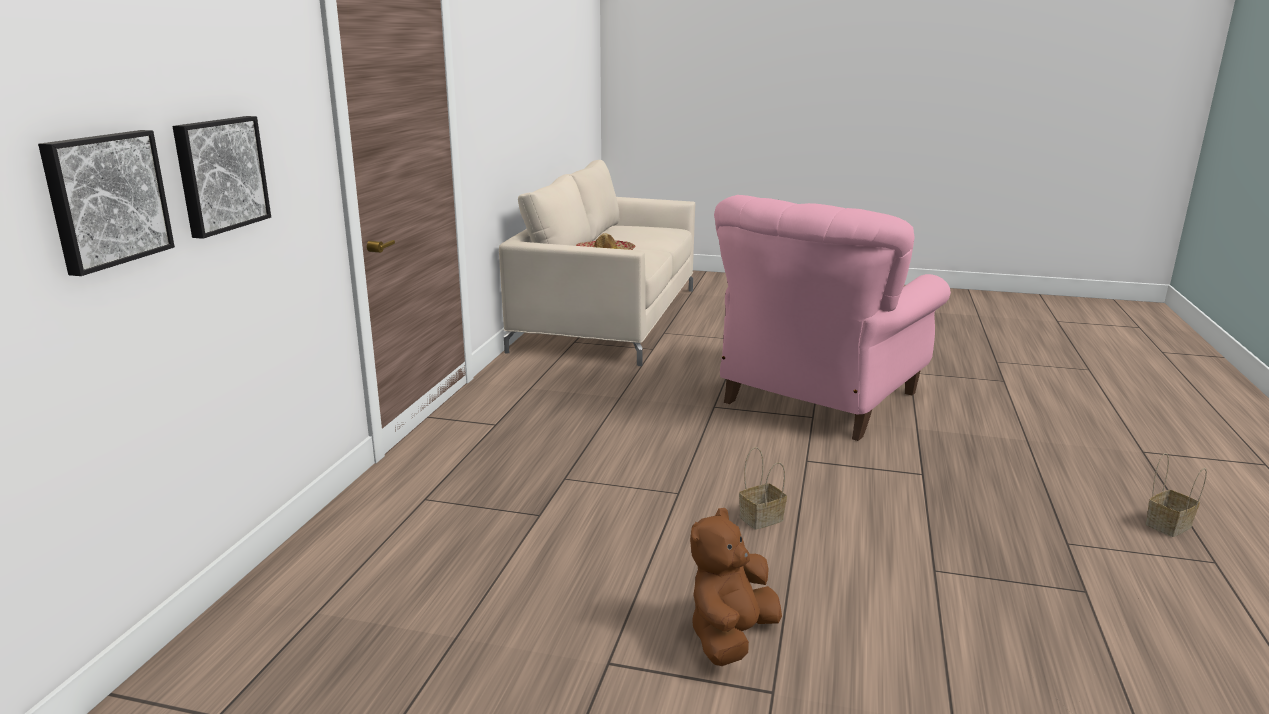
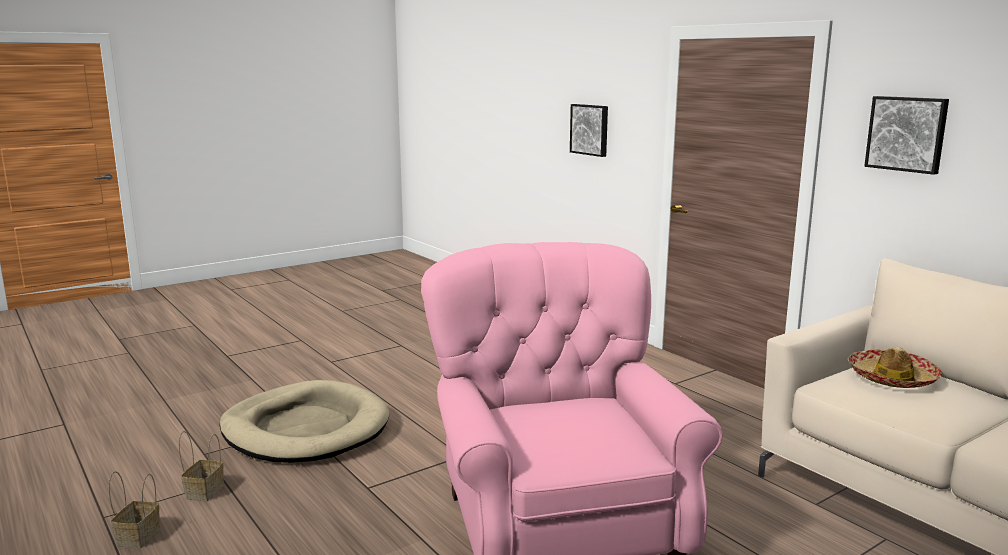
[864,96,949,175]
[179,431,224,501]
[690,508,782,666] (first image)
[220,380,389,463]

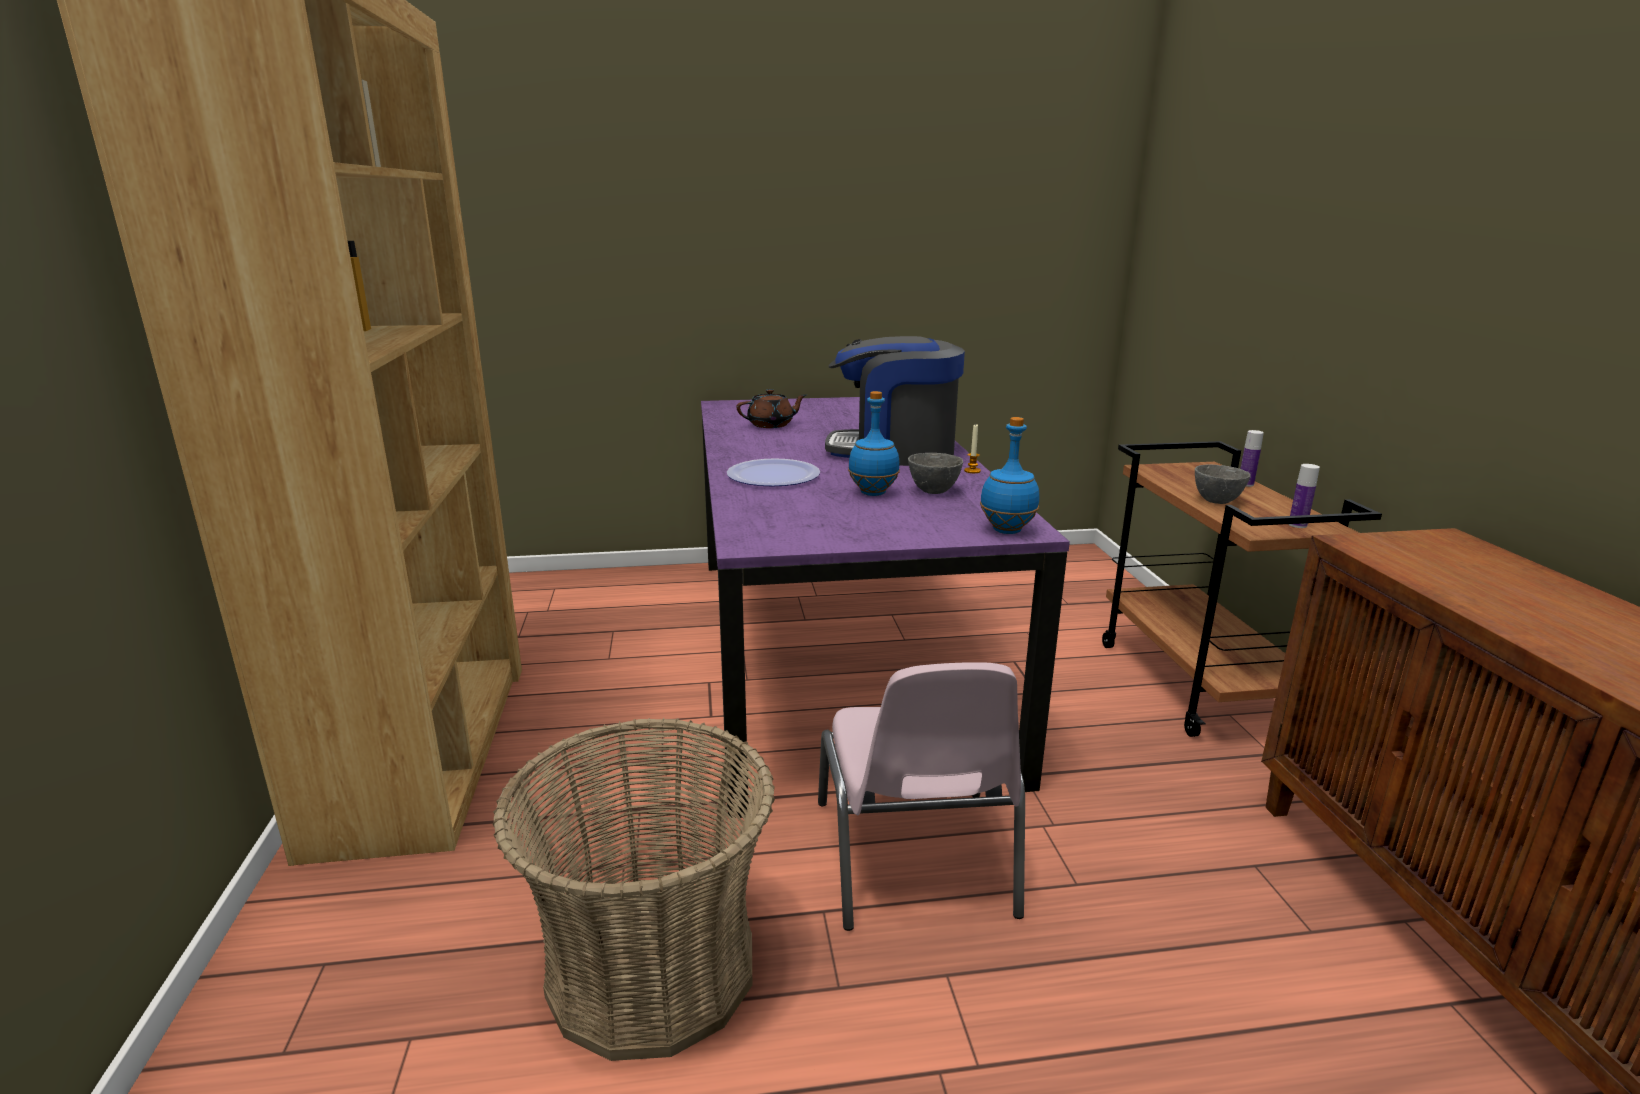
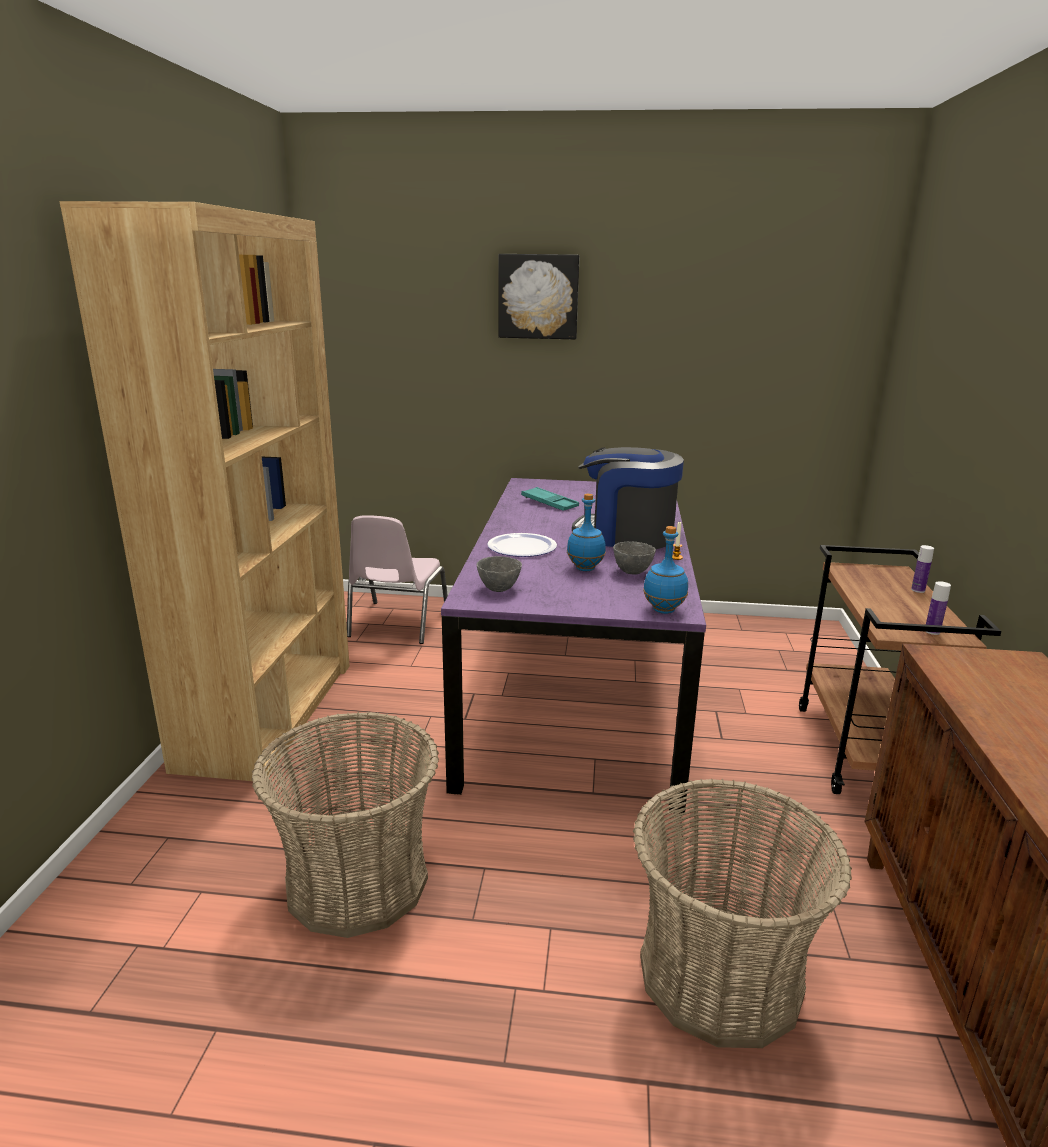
[521,487,579,511]
[477,556,522,592]
[347,515,448,644]
[498,254,580,340]
[633,779,852,1048]

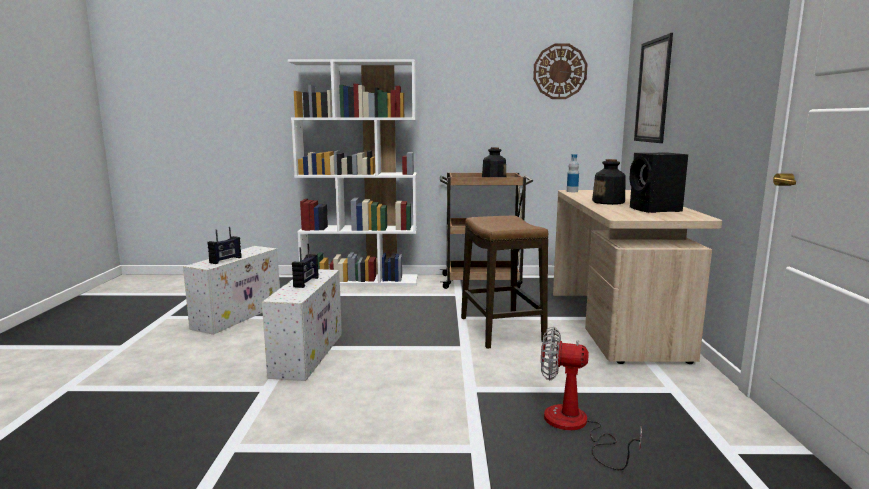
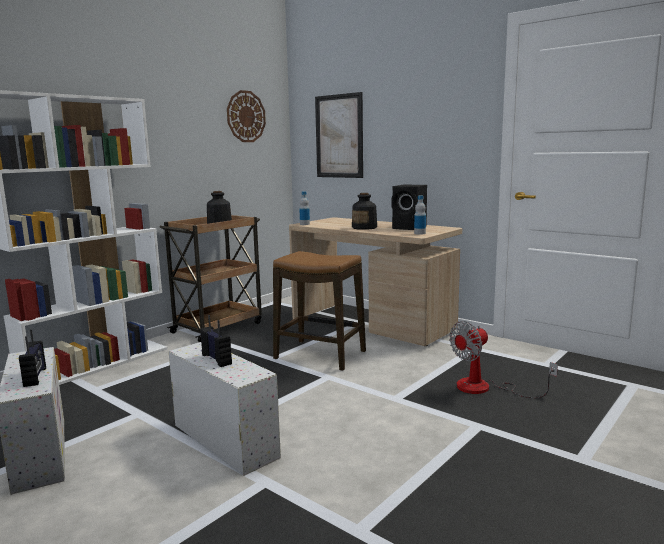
[414,196,426,235]

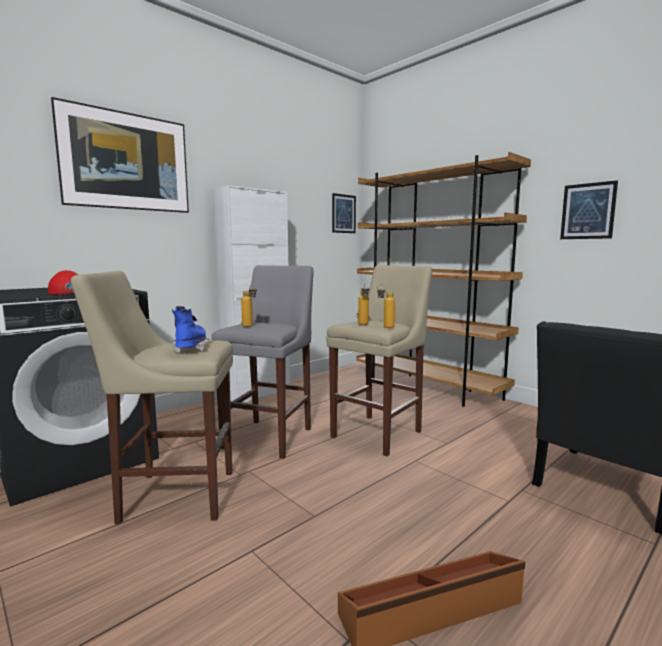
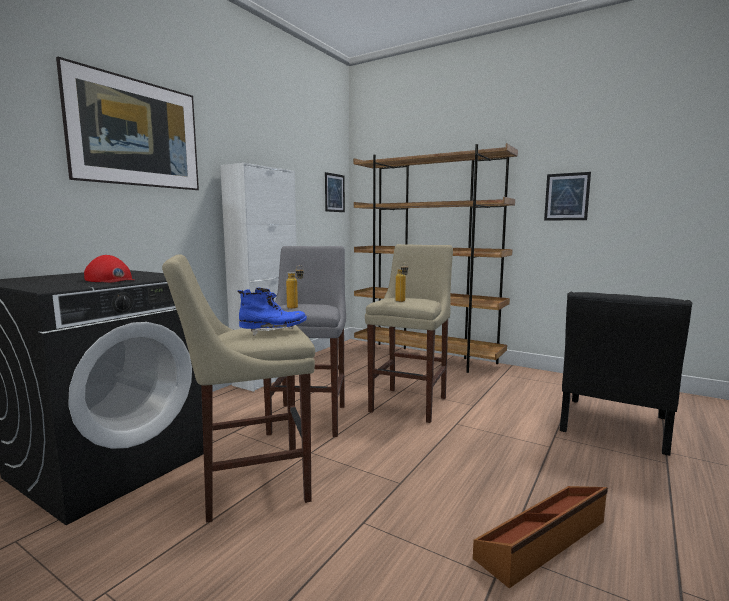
[377,284,395,328] (first image)
[237,287,307,336]

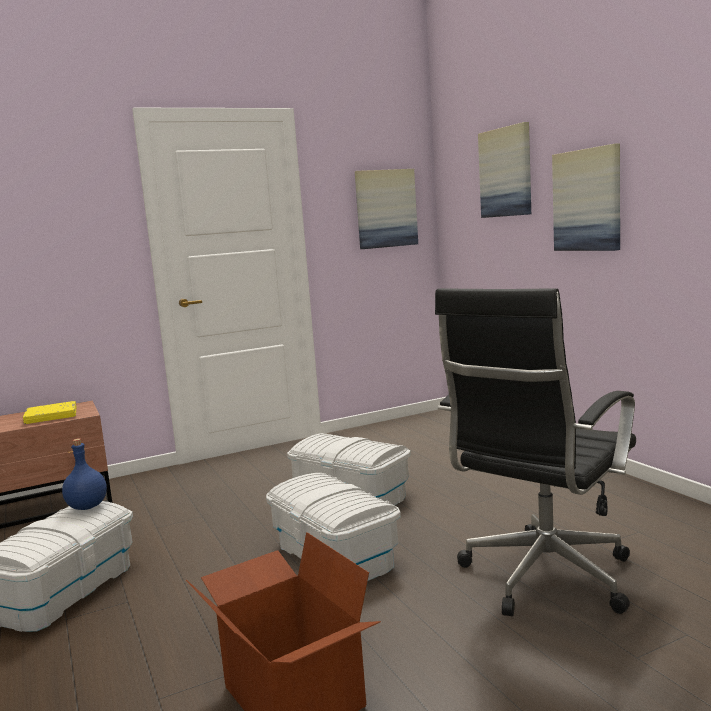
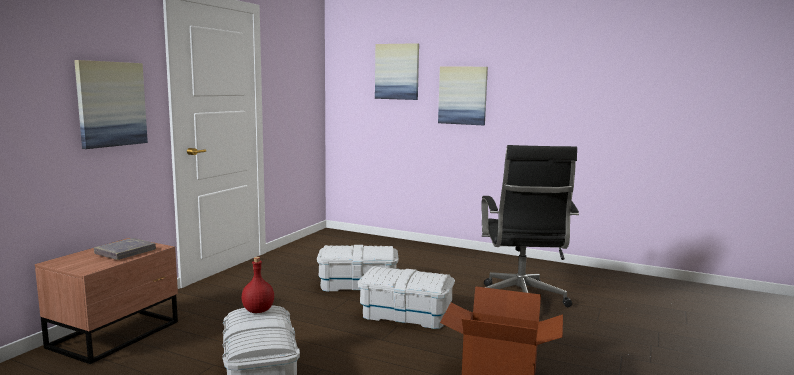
[74,60,148,149]
[94,238,156,260]
[241,257,274,313]

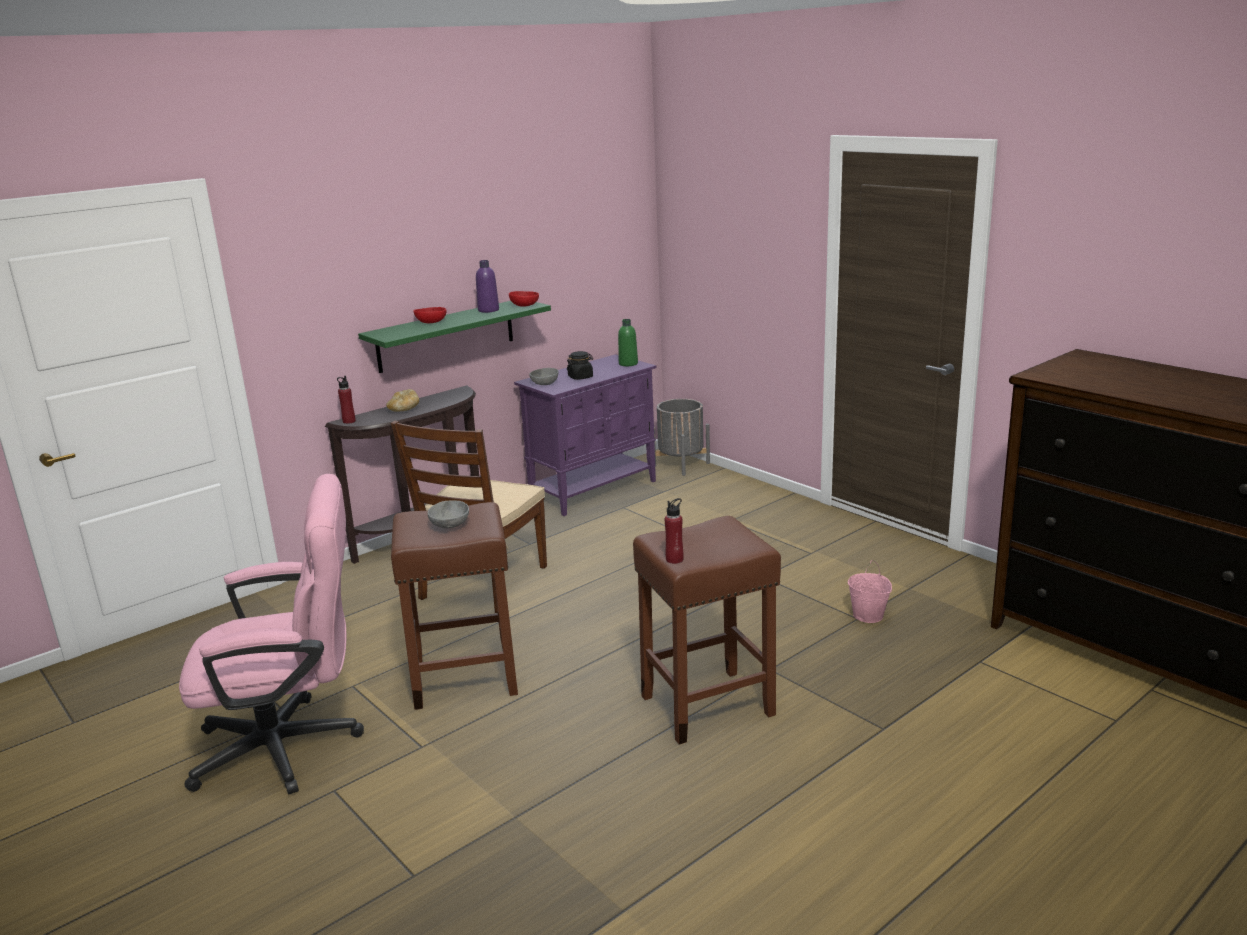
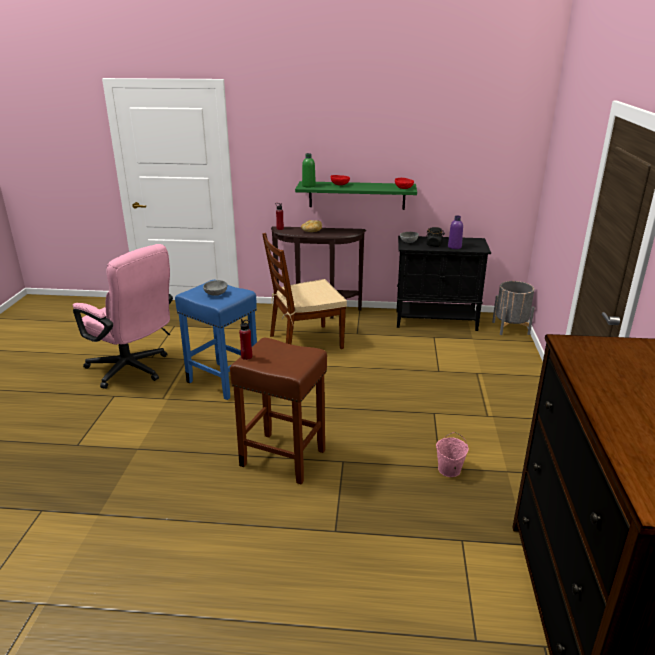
[448,215,463,249]
[302,153,316,188]
[397,236,491,331]
[175,280,257,400]

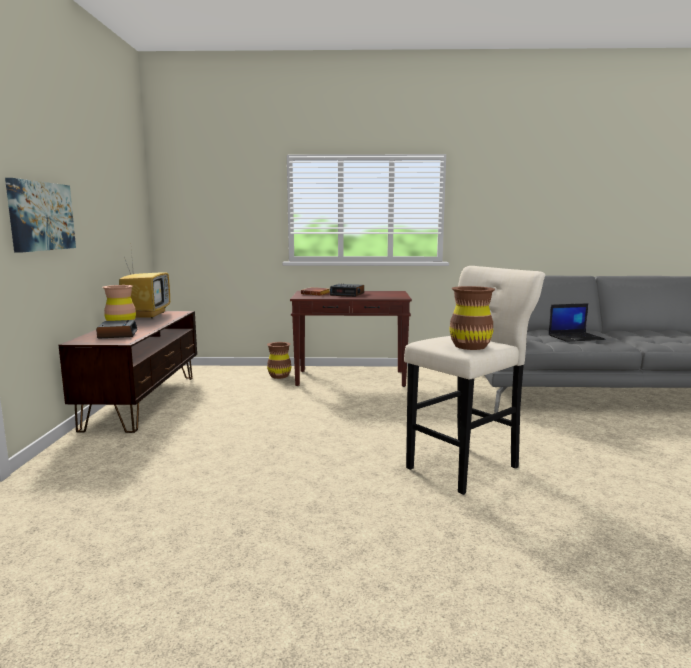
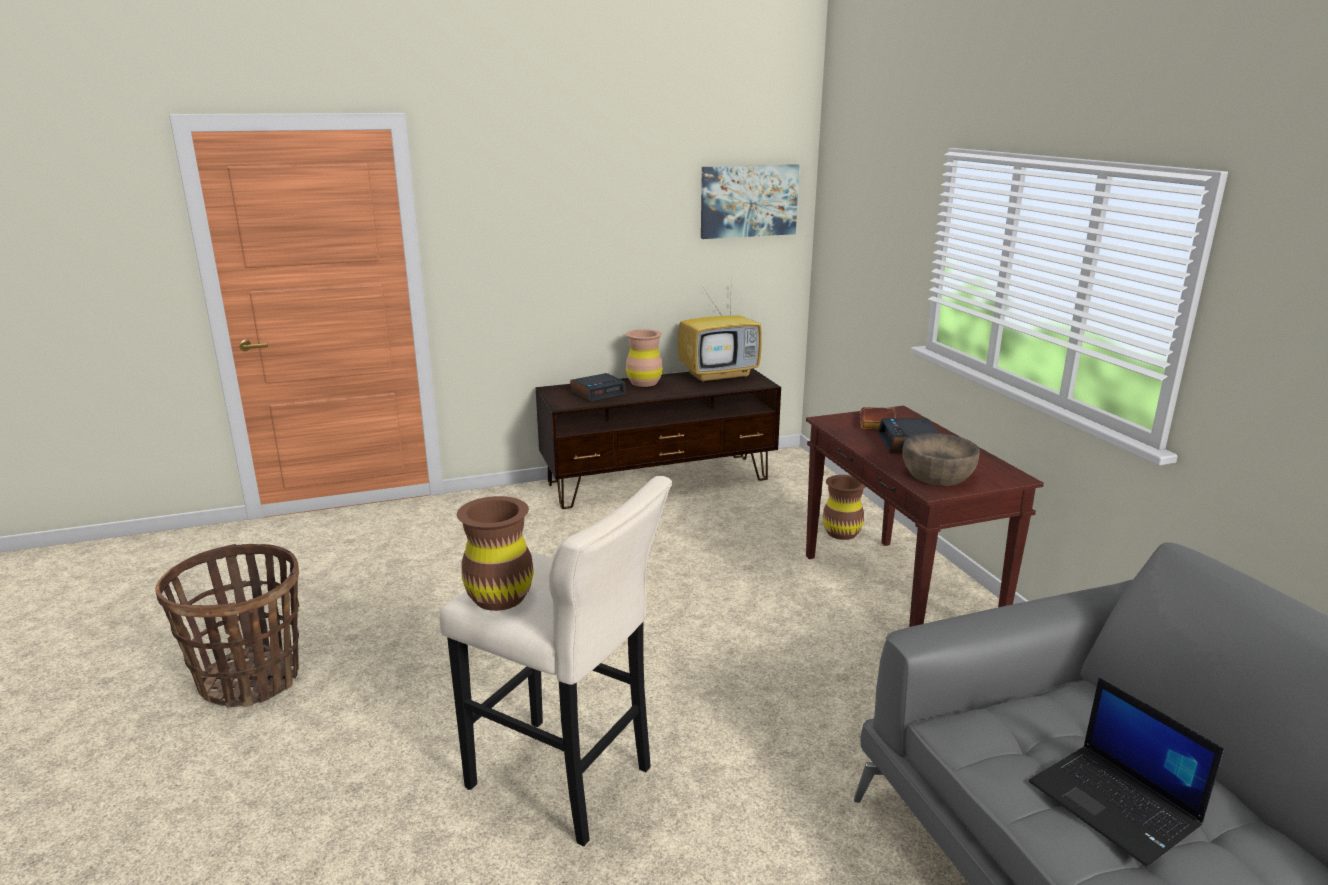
[701,164,799,239]
[902,433,980,486]
[155,544,299,707]

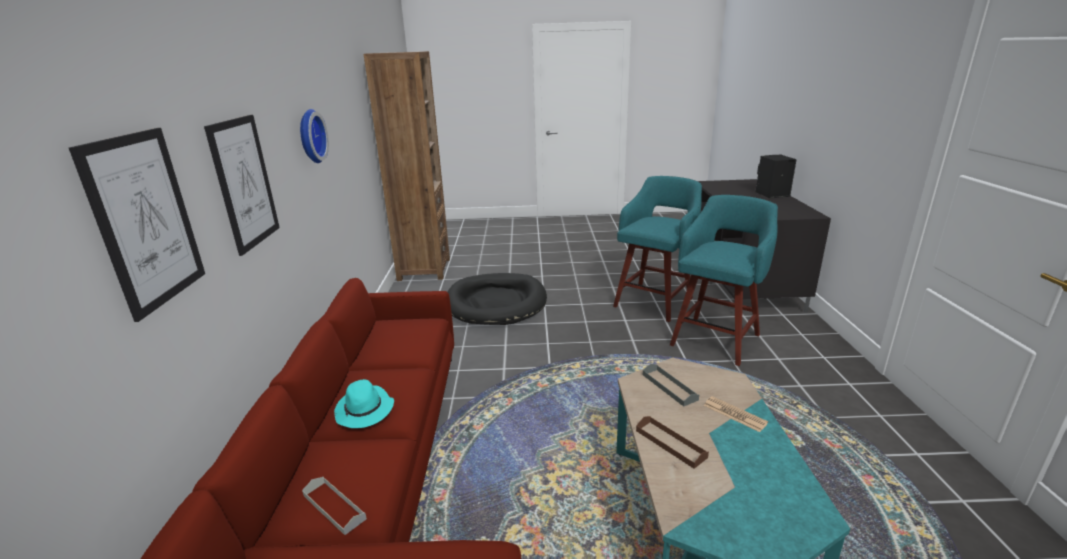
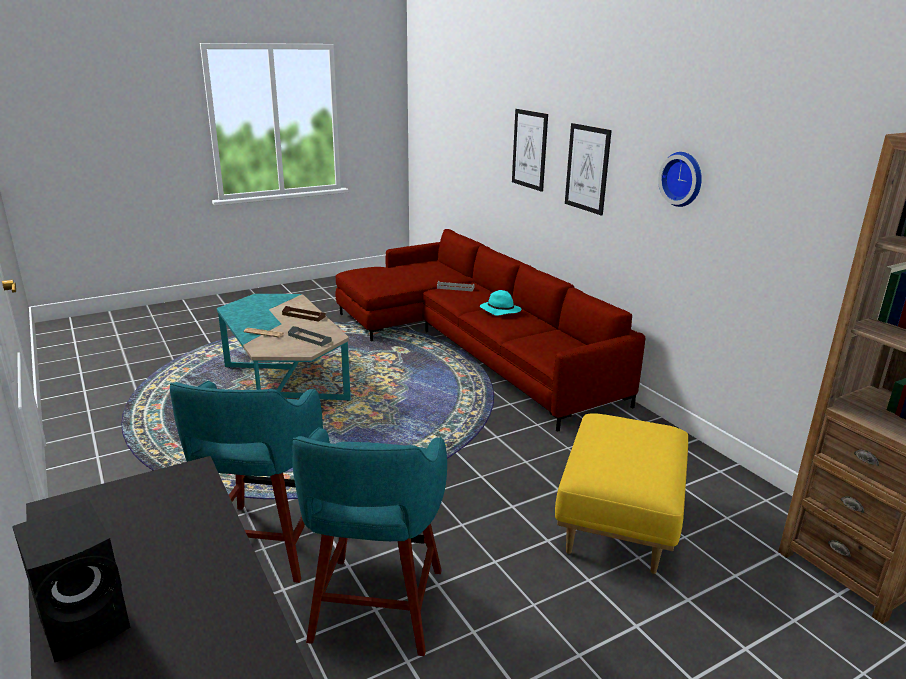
[555,413,688,574]

